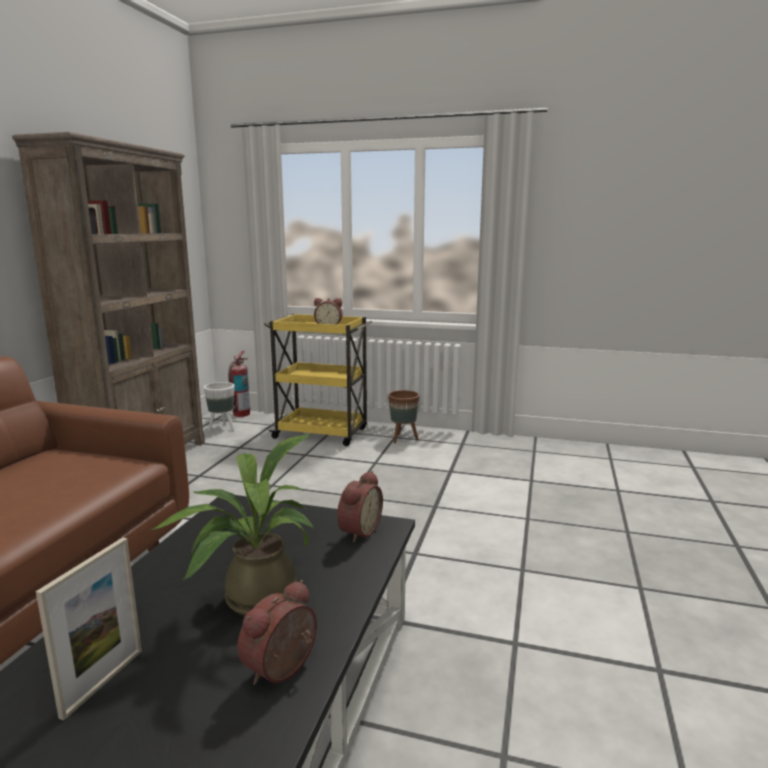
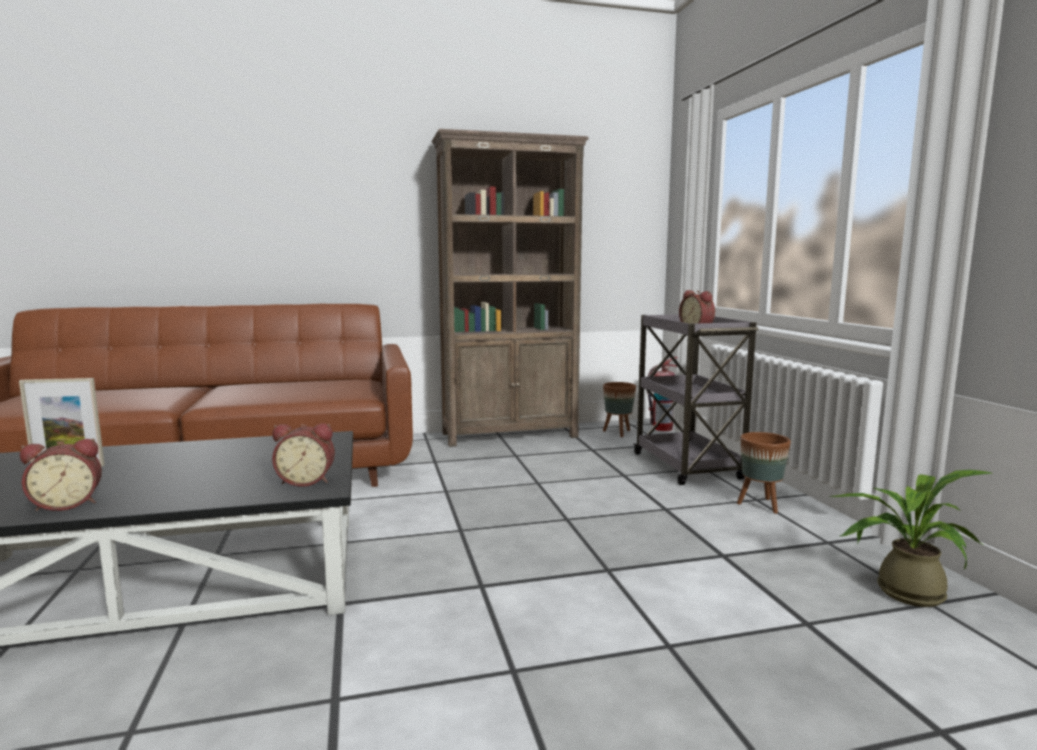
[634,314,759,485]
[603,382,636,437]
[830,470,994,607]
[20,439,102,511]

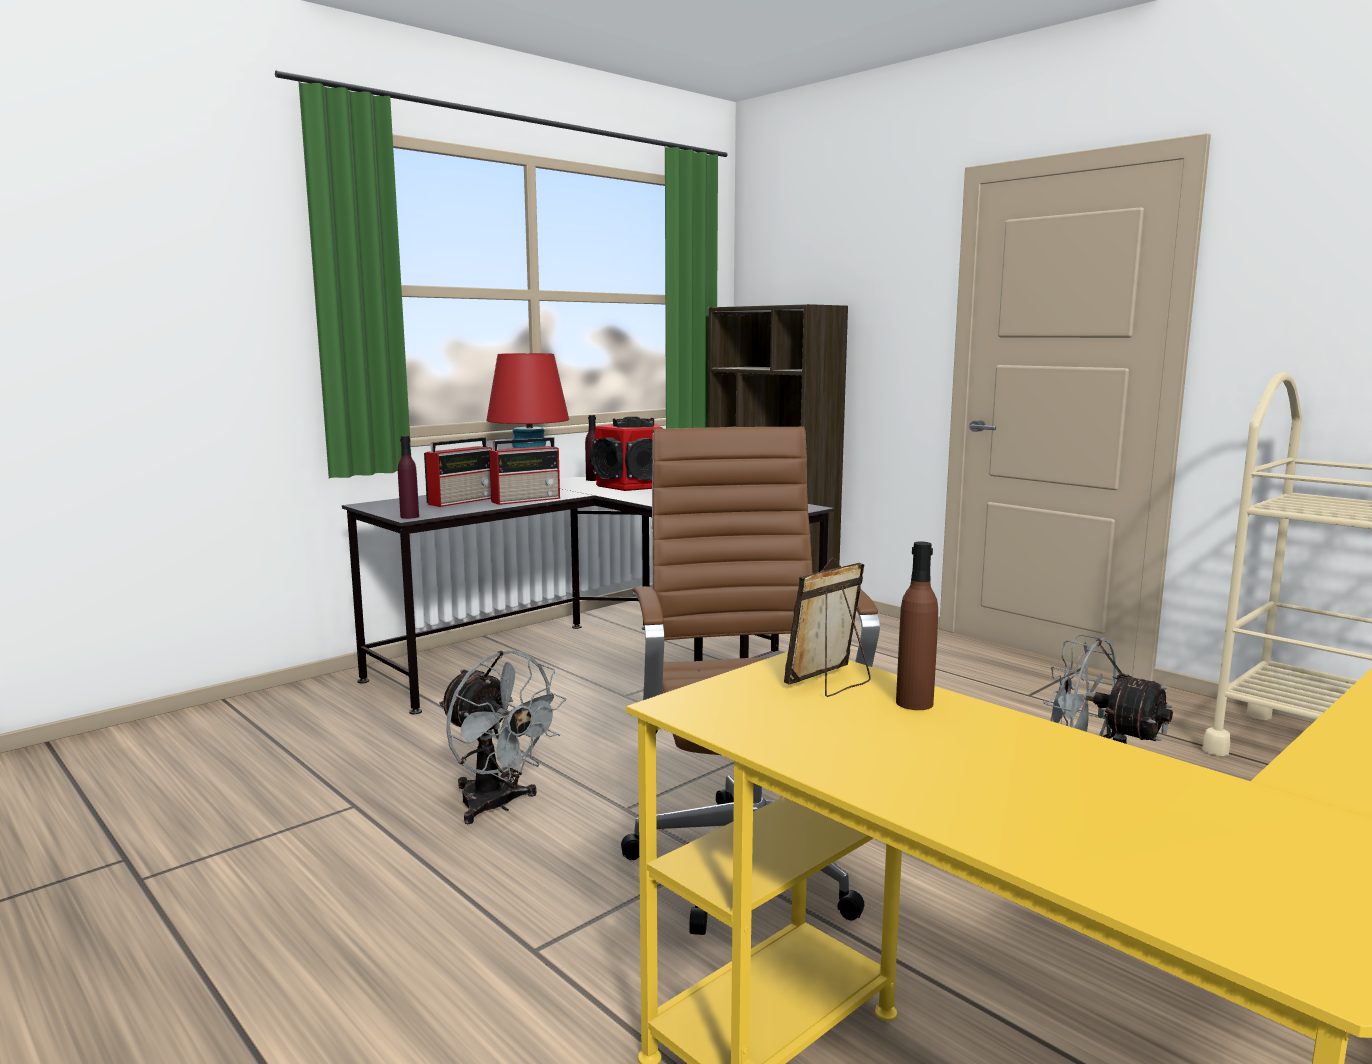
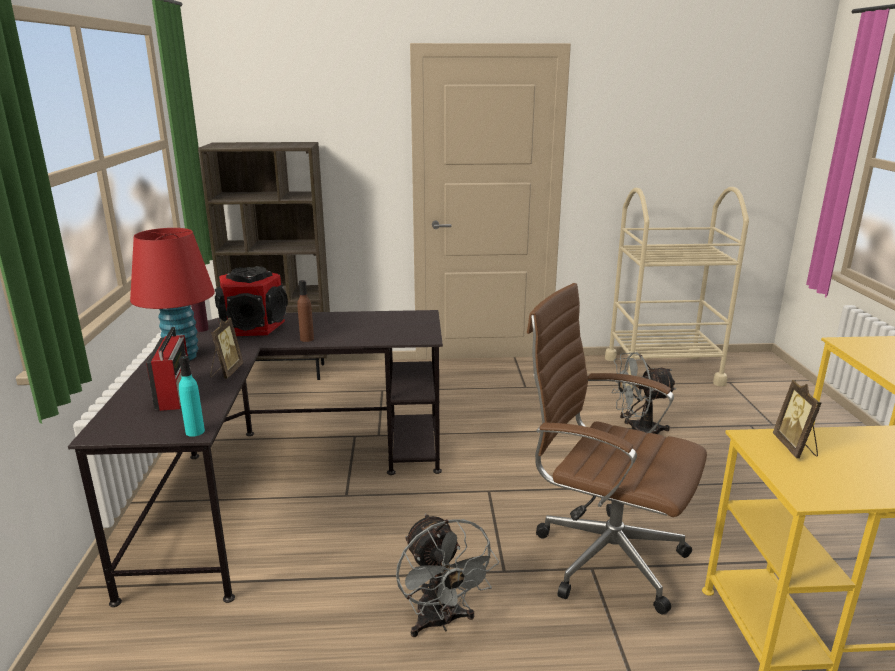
[179,356,205,437]
[210,318,243,379]
[297,280,314,342]
[396,514,499,637]

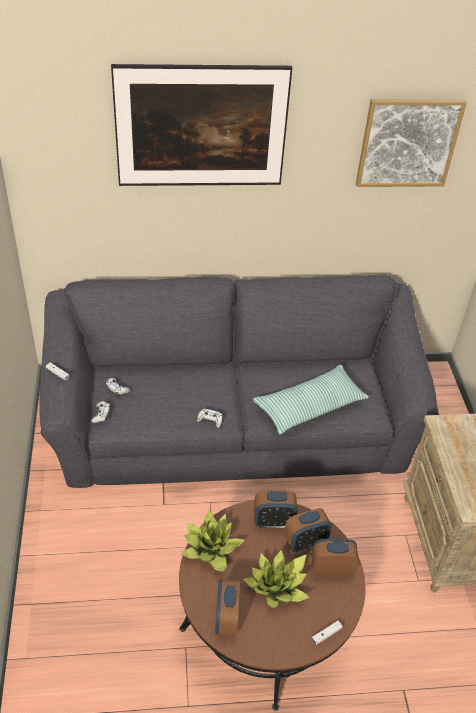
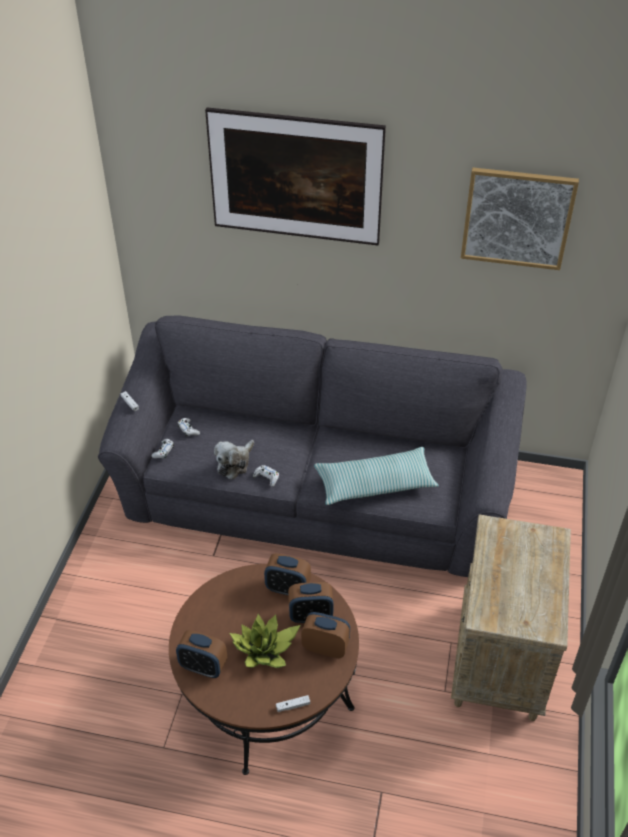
[181,510,245,572] (first image)
[176,630,227,678]
[214,440,254,480]

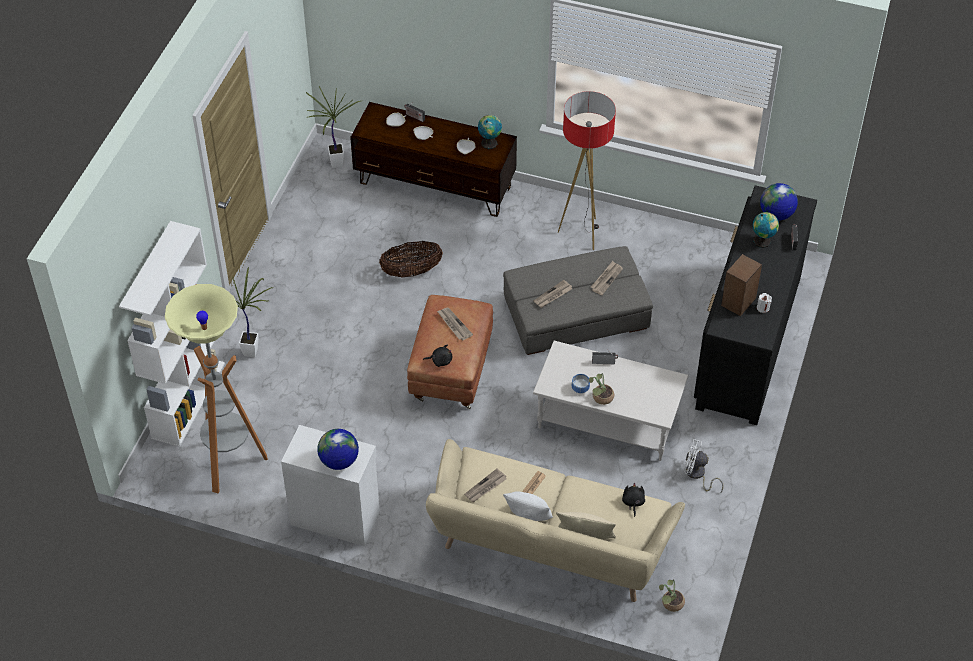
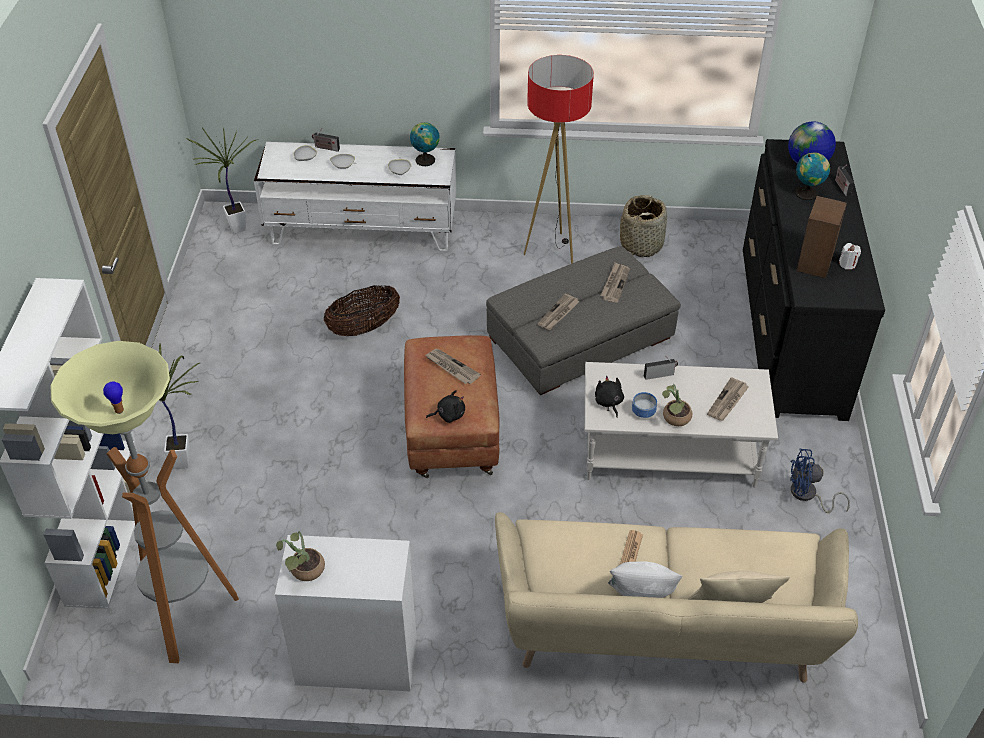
[254,142,456,251]
[317,429,359,470] (first image)
[790,449,850,513]
[707,377,749,421]
[595,376,624,418]
[276,531,325,581]
[620,195,667,257]

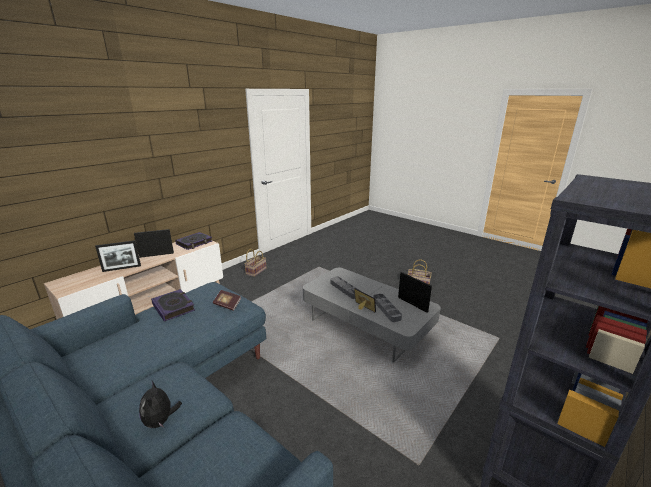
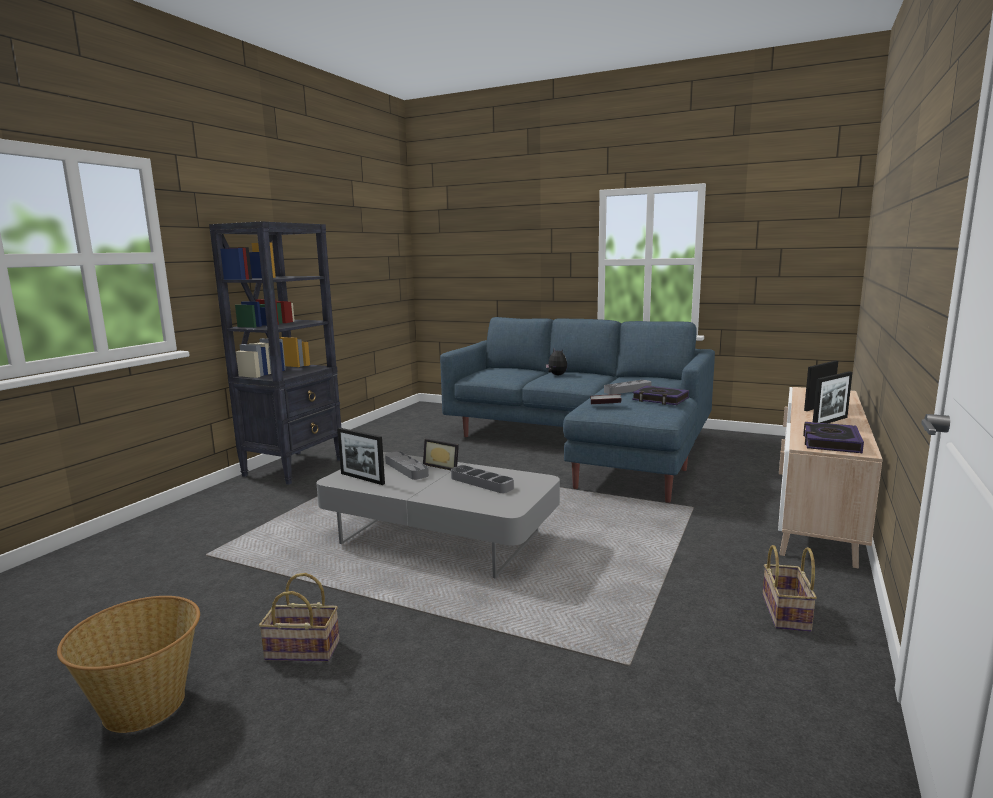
[604,380,652,394]
[57,596,200,733]

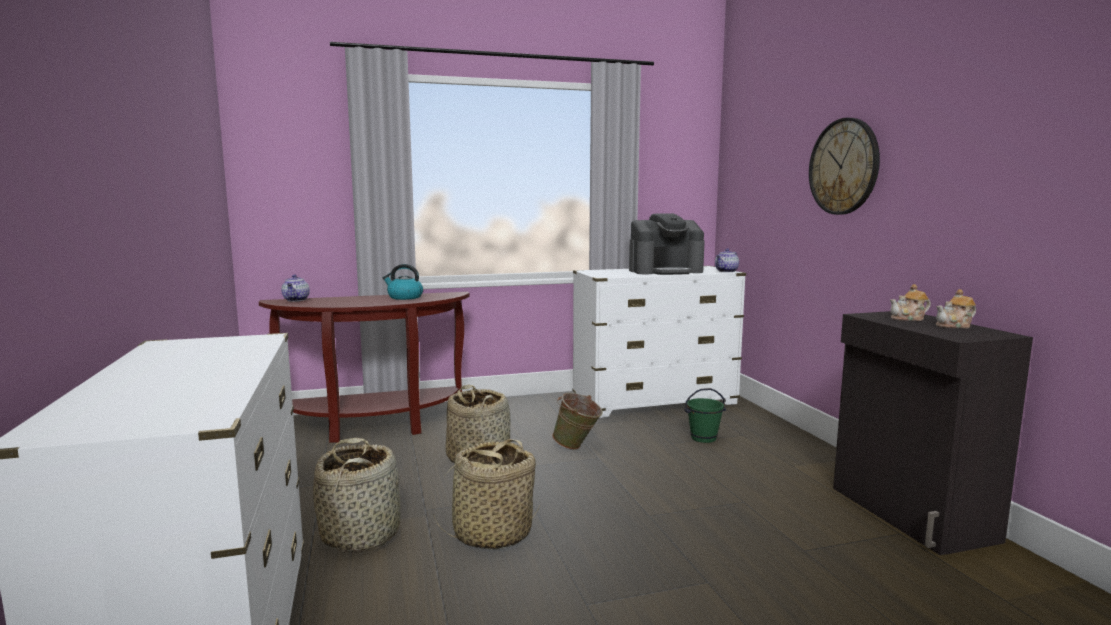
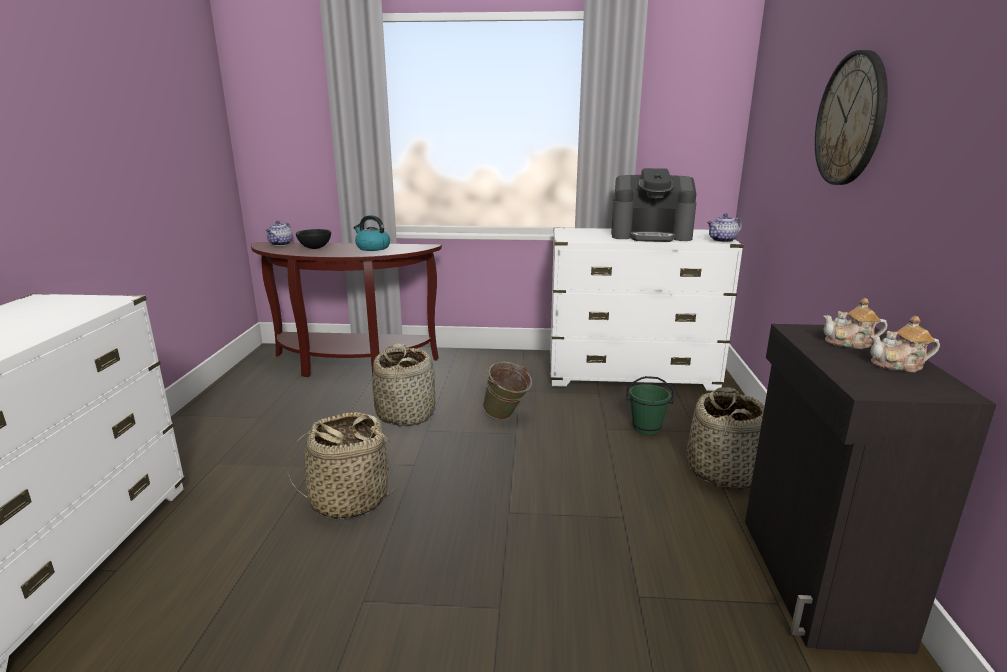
[687,387,765,490]
[296,229,331,249]

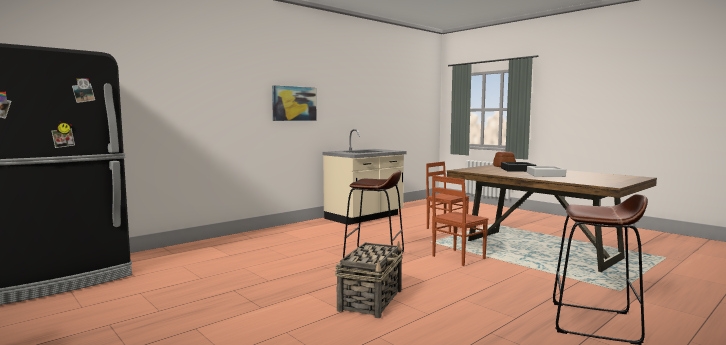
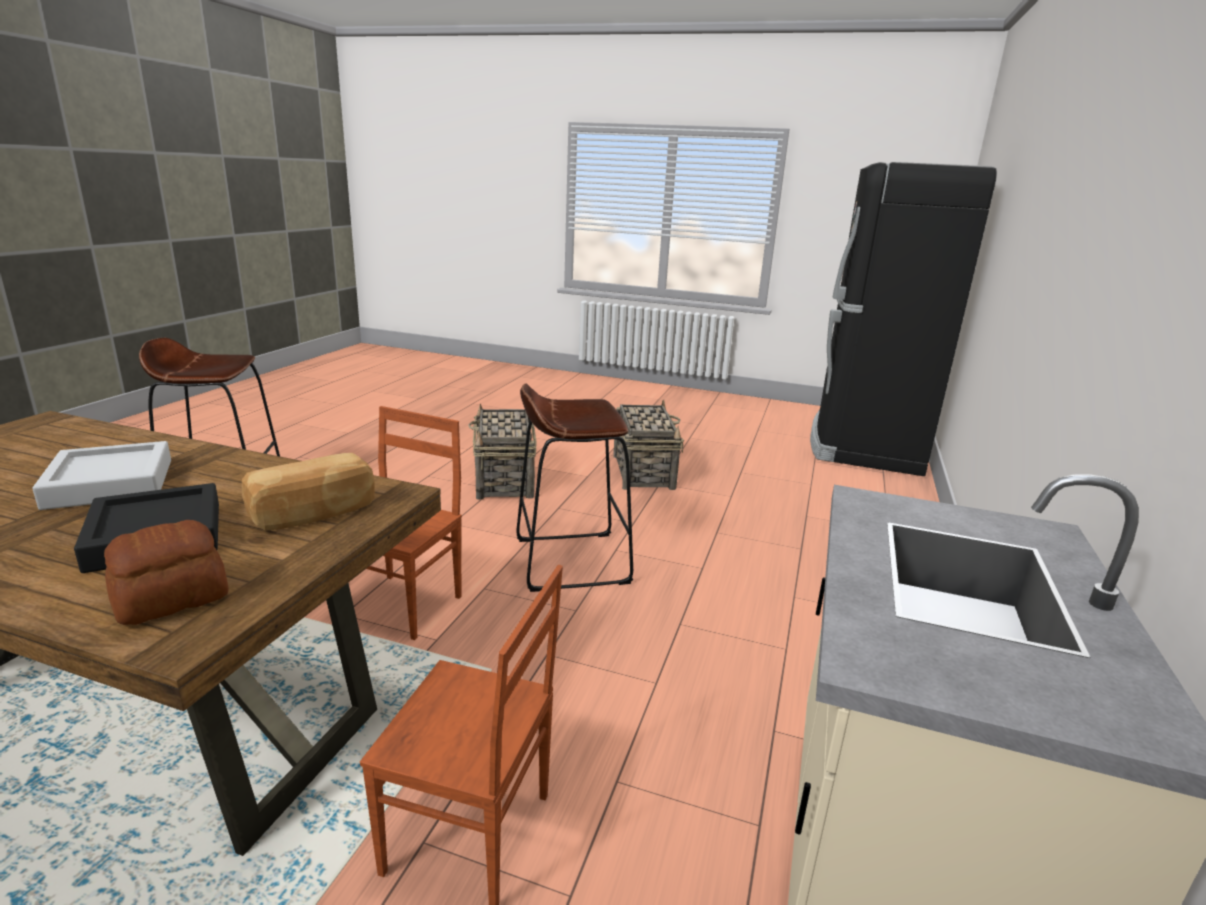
[272,85,317,121] (first image)
[613,399,684,490]
[242,453,375,530]

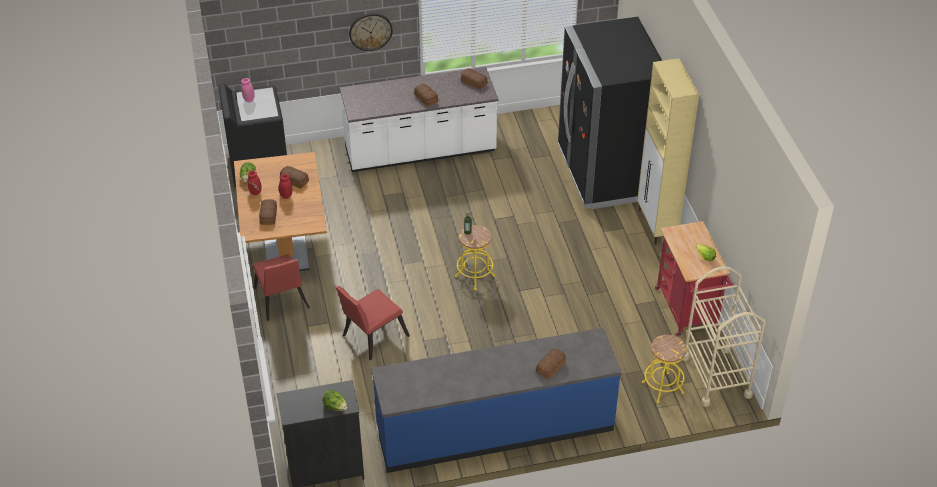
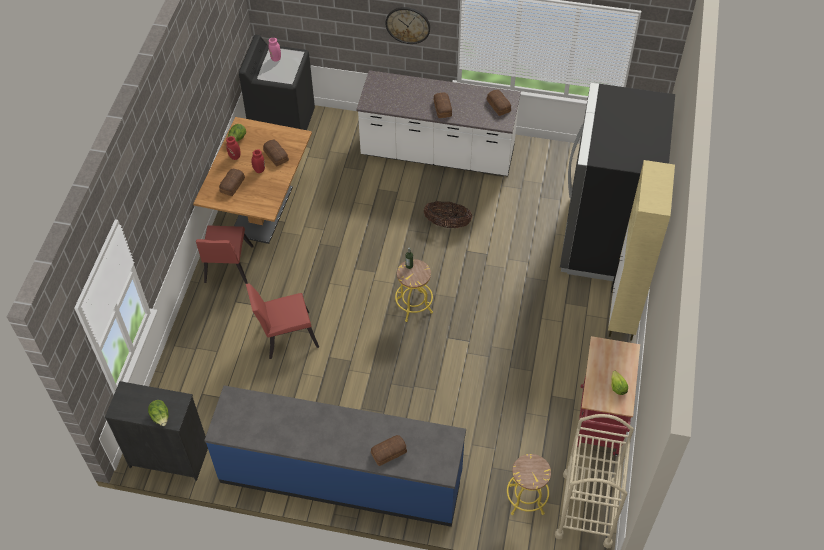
[424,201,472,228]

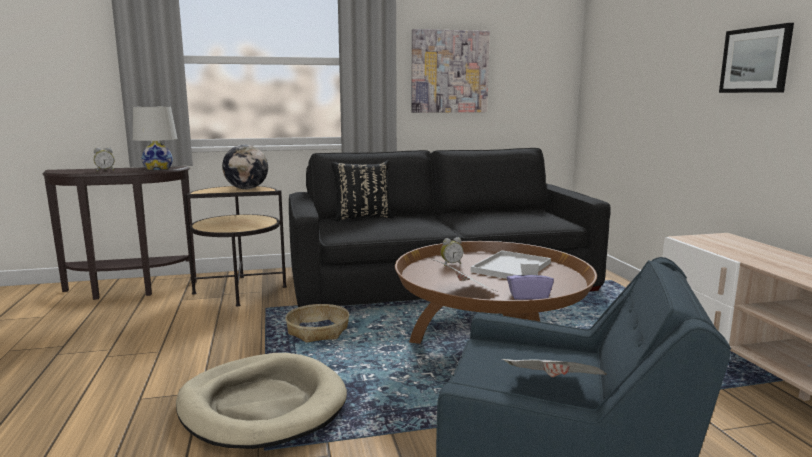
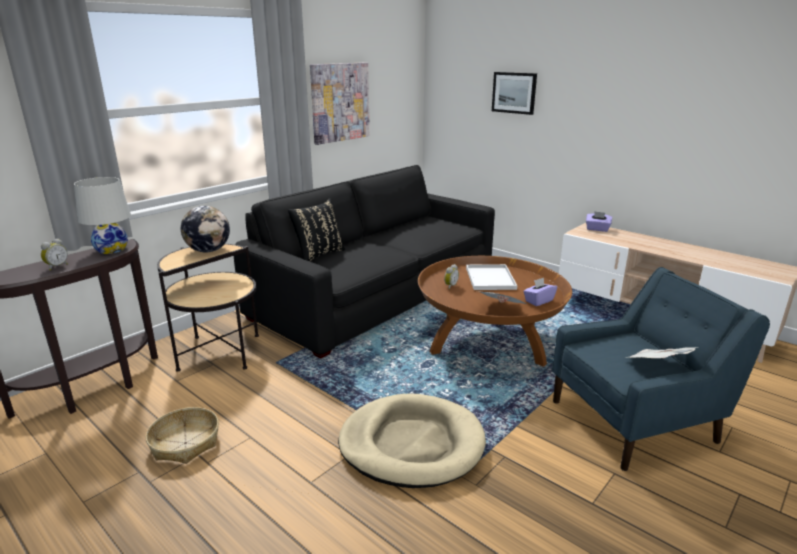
[492,72,537,115]
[146,407,219,464]
[586,211,612,232]

